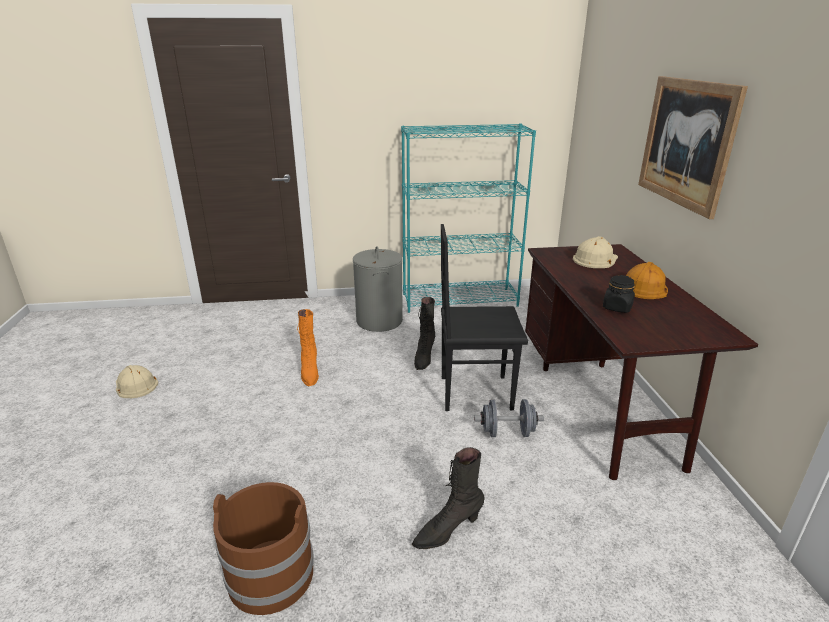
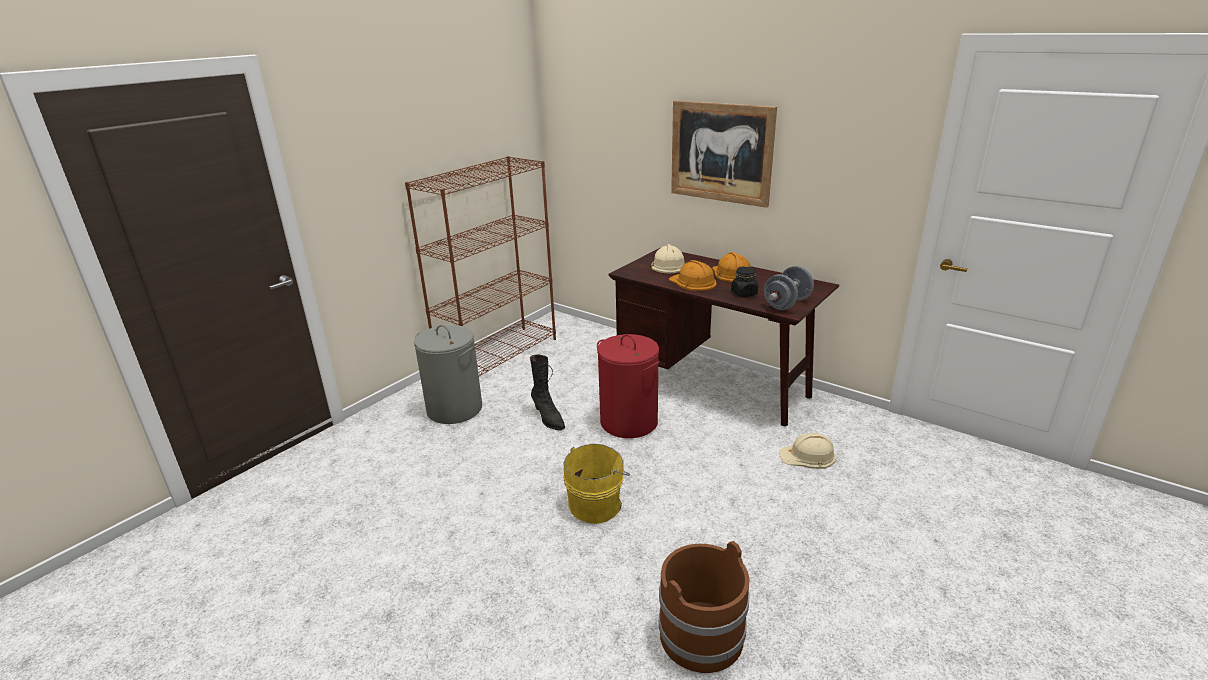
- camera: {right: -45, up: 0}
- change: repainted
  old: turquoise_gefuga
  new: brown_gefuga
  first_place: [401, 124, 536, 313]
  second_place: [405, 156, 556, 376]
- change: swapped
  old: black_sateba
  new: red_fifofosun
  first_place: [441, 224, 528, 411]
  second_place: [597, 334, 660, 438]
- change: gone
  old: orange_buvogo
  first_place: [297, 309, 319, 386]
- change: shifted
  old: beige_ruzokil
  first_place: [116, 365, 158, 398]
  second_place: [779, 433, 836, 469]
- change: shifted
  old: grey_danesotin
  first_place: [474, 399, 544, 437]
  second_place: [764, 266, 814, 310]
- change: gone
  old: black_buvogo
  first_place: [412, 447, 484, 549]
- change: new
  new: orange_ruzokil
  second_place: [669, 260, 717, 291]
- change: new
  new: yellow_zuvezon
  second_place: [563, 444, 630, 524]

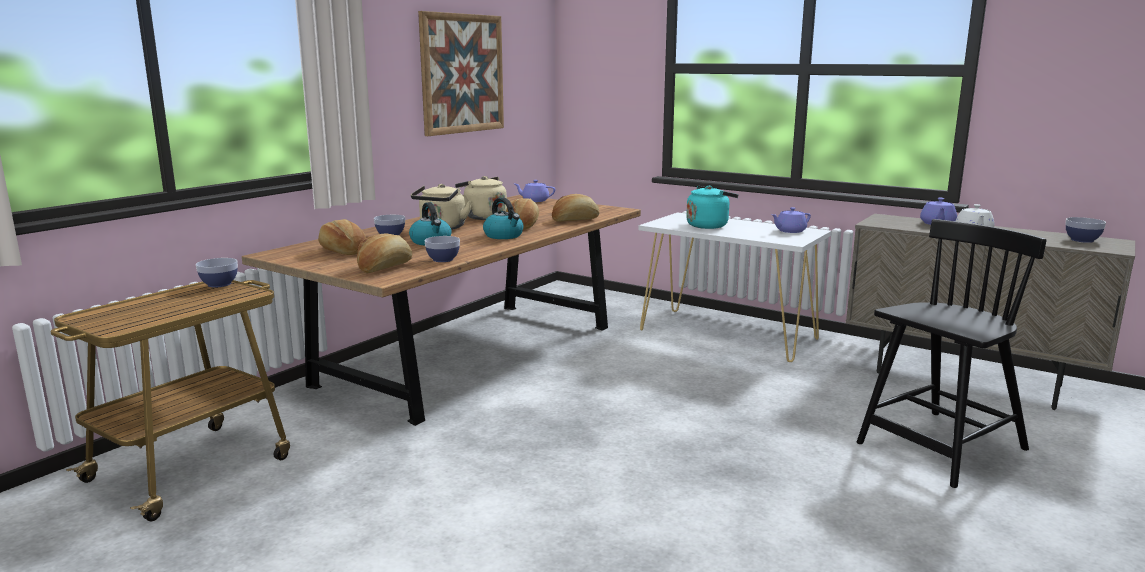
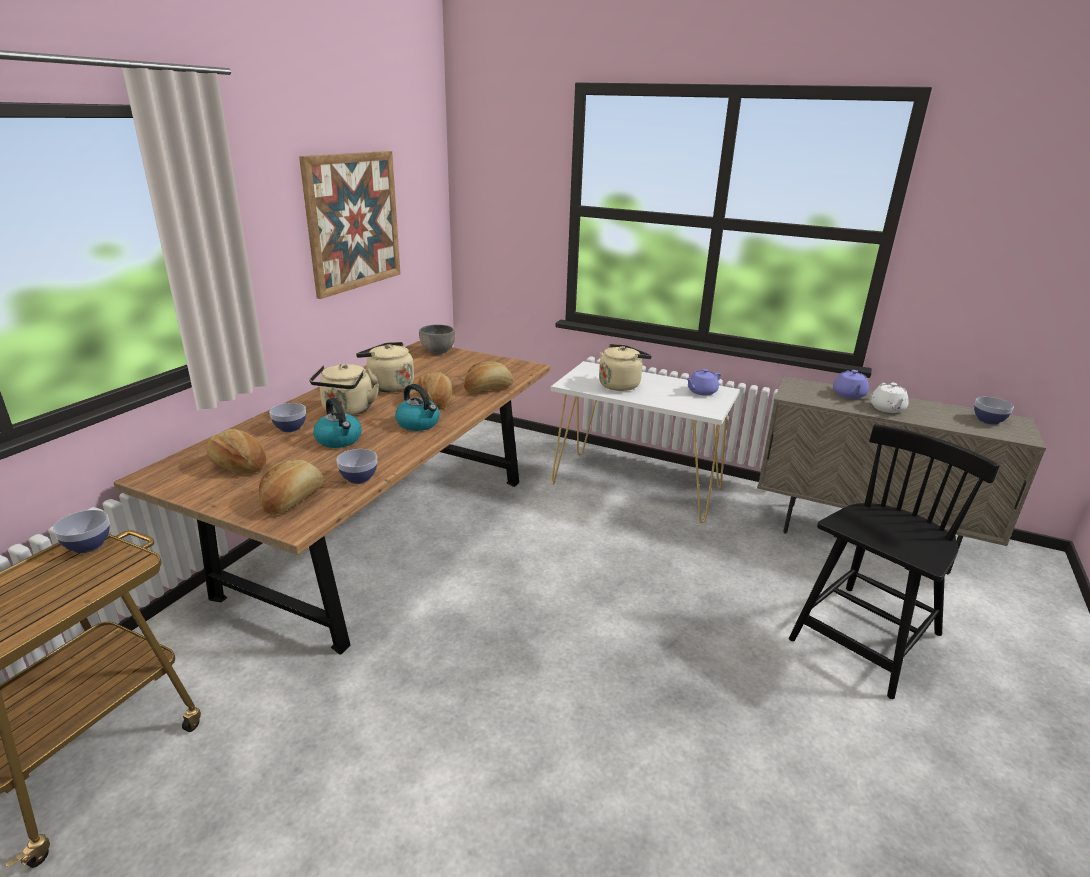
- camera: {right: -10, up: 10}
- change: swapped
  old: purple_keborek
  new: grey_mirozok
  first_place: [515, 180, 555, 202]
  second_place: [419, 325, 455, 355]
- change: repainted
  old: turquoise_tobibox
  new: beige_tobibox
  first_place: [686, 186, 738, 229]
  second_place: [599, 344, 652, 391]

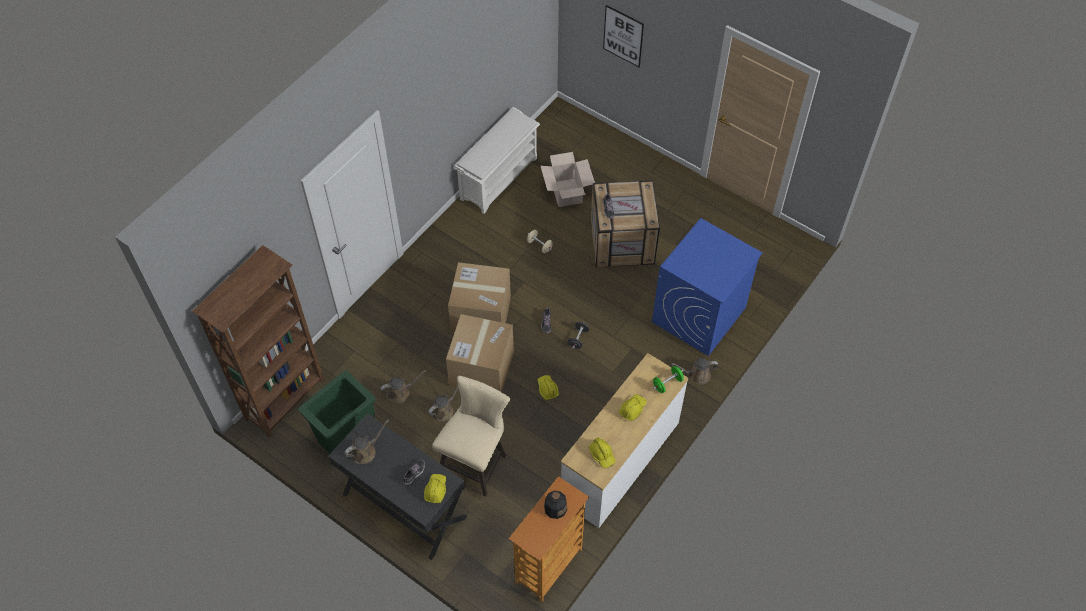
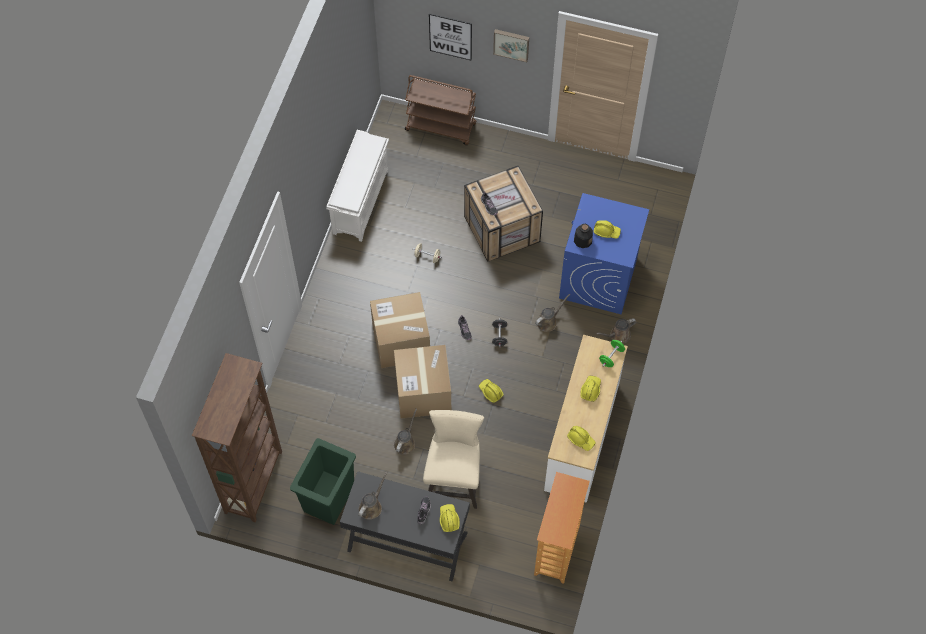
- camera: {right: -20, up: 5}
- change: gone
  old: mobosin
  first_place: [541, 152, 595, 207]
- change: shifted
  old: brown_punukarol
  first_place: [380, 370, 426, 403]
  second_place: [535, 294, 570, 332]
- change: shifted
  old: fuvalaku
  first_place: [544, 491, 567, 519]
  second_place: [574, 224, 593, 248]
- change: new
  new: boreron
  second_place: [493, 29, 529, 62]
- change: new
  new: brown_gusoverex
  second_place: [405, 75, 477, 145]
- change: new
  new: yellow_ruzokil
  second_place: [594, 220, 621, 239]

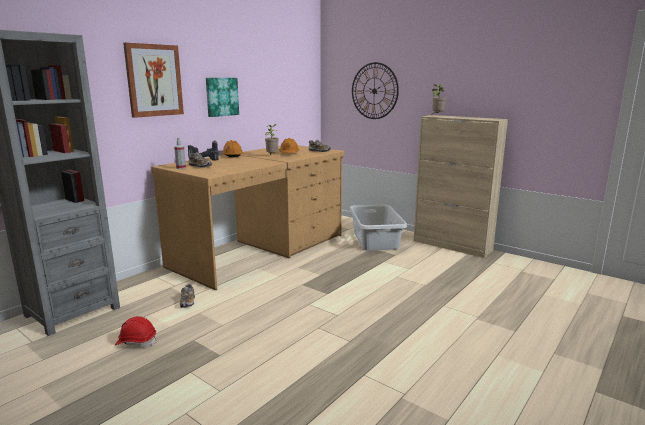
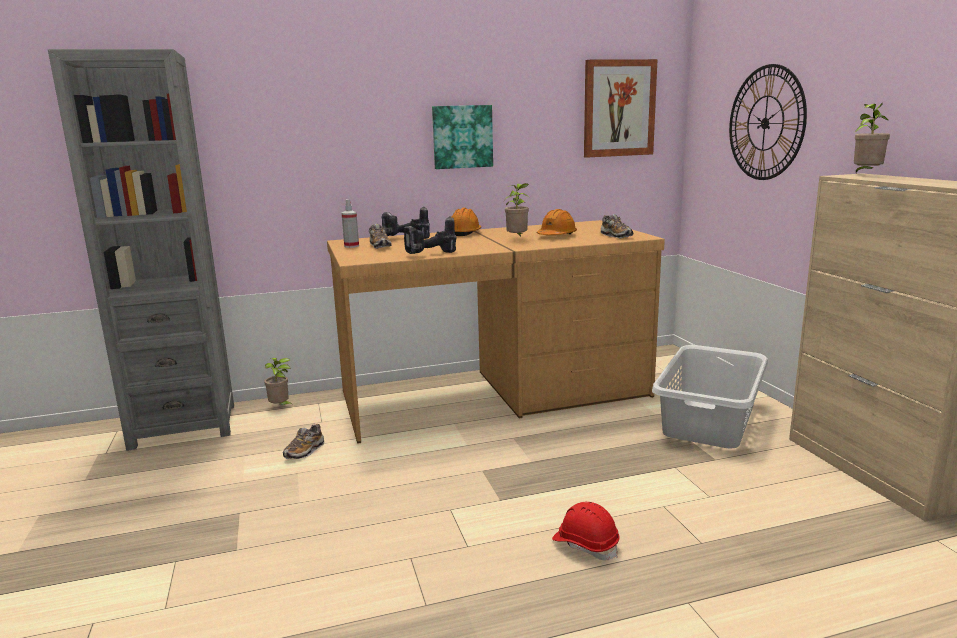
- camera: {right: 35, up: 0}
- change: shifted
  old: boreron
  first_place: [123, 43, 184, 118]
  second_place: [584, 59, 658, 158]
- change: shifted
  old: red_ruzokil
  first_place: [115, 316, 157, 347]
  second_place: [552, 502, 620, 561]
- change: new
  new: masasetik
  second_place: [404, 216, 456, 254]
- change: new
  new: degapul
  second_place: [264, 358, 294, 406]

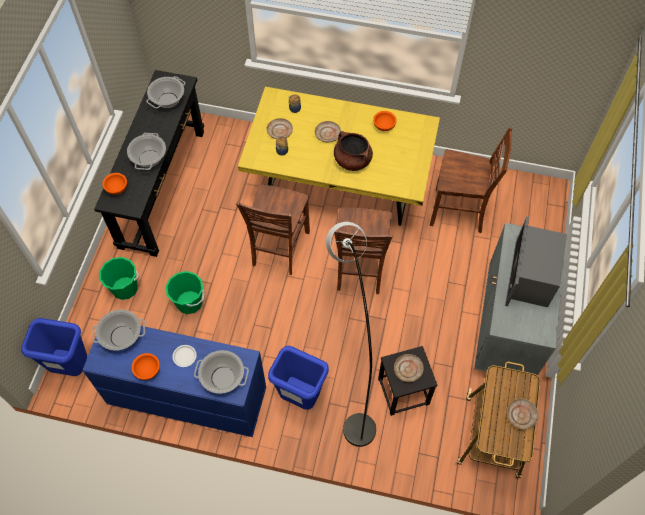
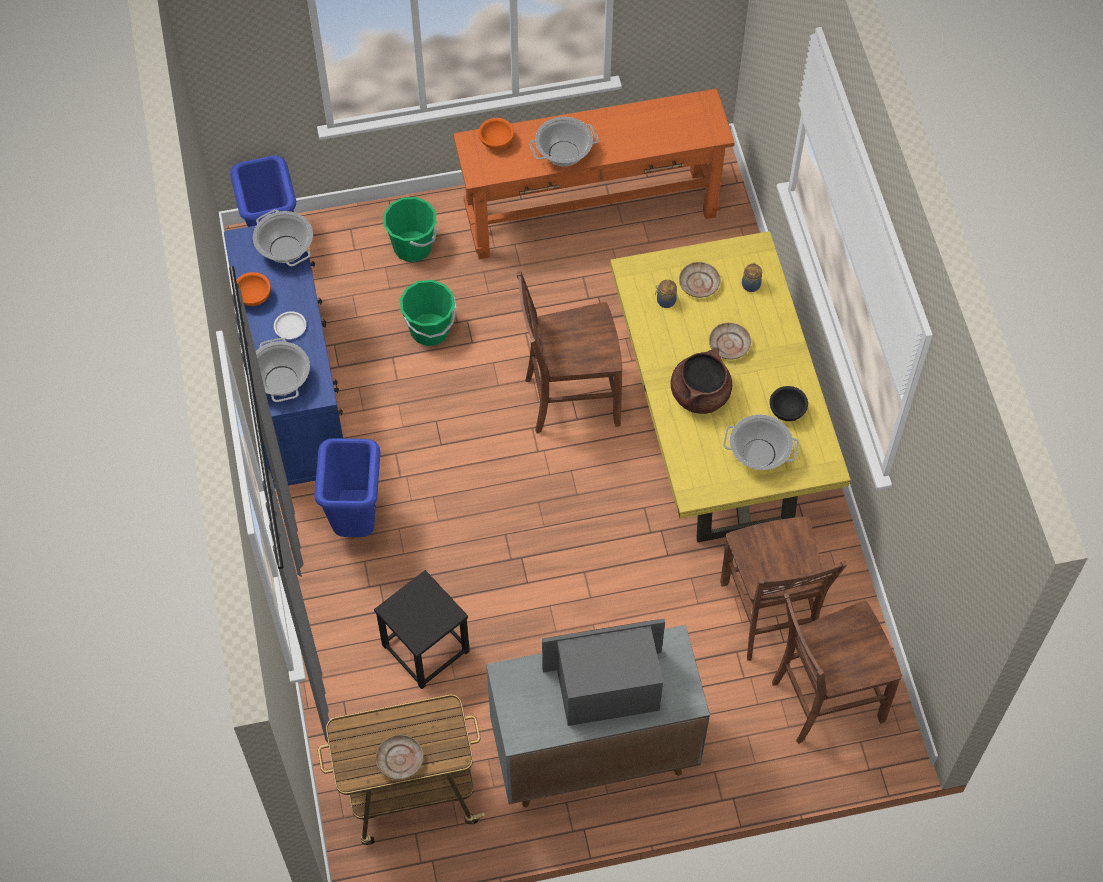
- camera: {right: 65, up: 0}
- change: repainted
  old: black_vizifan
  new: orange_vizifan
  first_place: [94, 70, 204, 257]
  second_place: [453, 88, 735, 259]
- change: shifted
  old: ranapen
  first_place: [146, 76, 185, 109]
  second_place: [723, 414, 799, 470]
- change: repainted
  old: orange_mirozok
  new: black_mirozok
  first_place: [373, 111, 397, 131]
  second_place: [770, 386, 808, 421]
- change: shifted
  old: brown_sateba
  first_place: [334, 207, 393, 294]
  second_place: [772, 593, 901, 744]
- change: gone
  old: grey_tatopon
  first_place: [326, 222, 376, 447]
- change: gone
  old: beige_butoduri
  first_place: [394, 354, 424, 382]

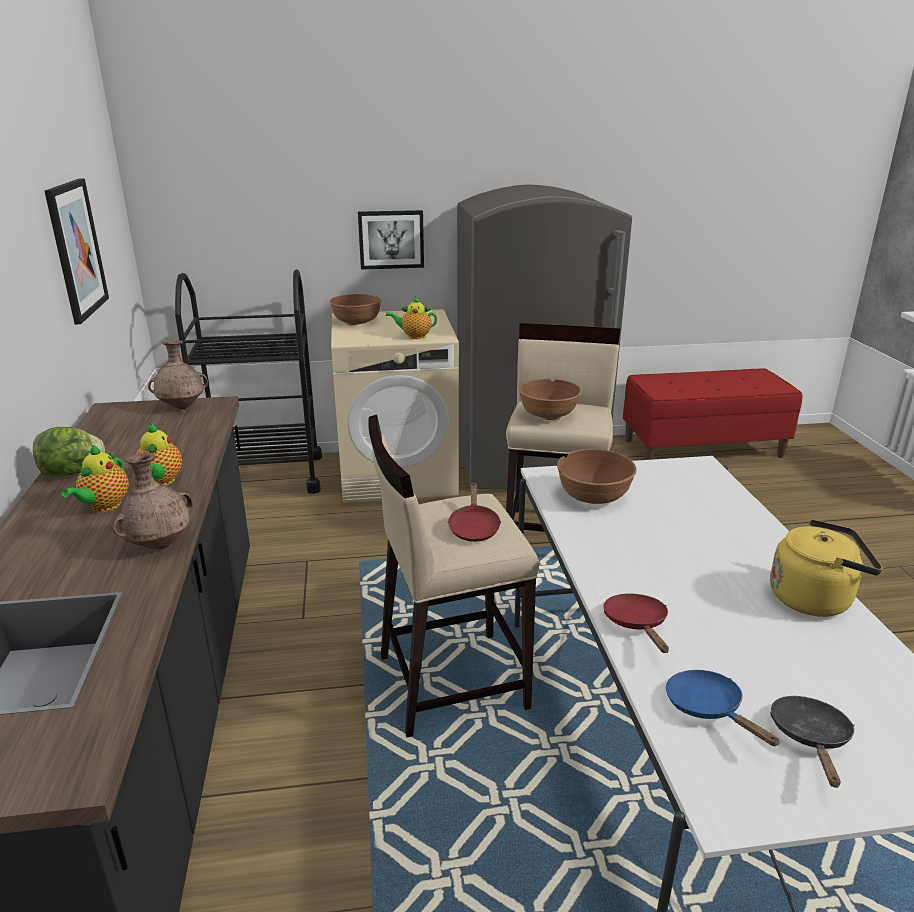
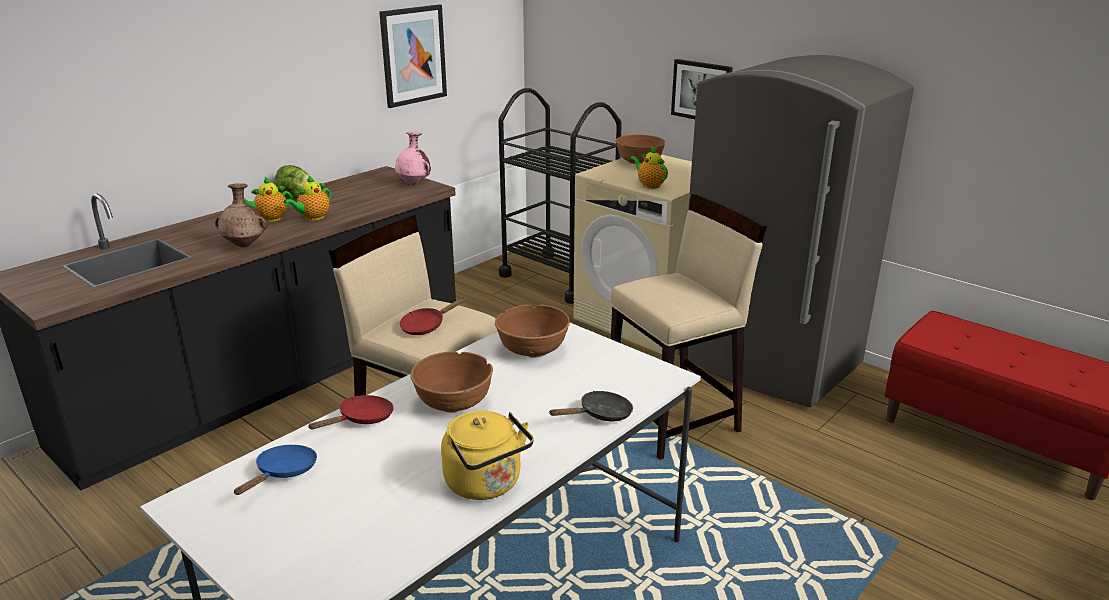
- camera: {right: 50, up: 0}
- change: repainted
  old: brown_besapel
  new: pink_besapel
  first_place: [148, 340, 208, 409]
  second_place: [395, 131, 431, 185]
- change: shifted
  old: brown_mirozok
  first_place: [519, 379, 581, 420]
  second_place: [410, 351, 493, 413]
- change: shifted
  old: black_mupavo
  first_place: [770, 696, 855, 788]
  second_place: [549, 391, 633, 421]

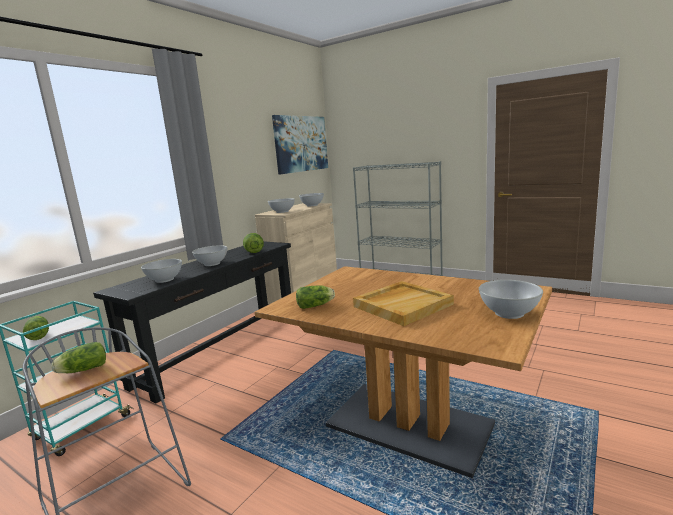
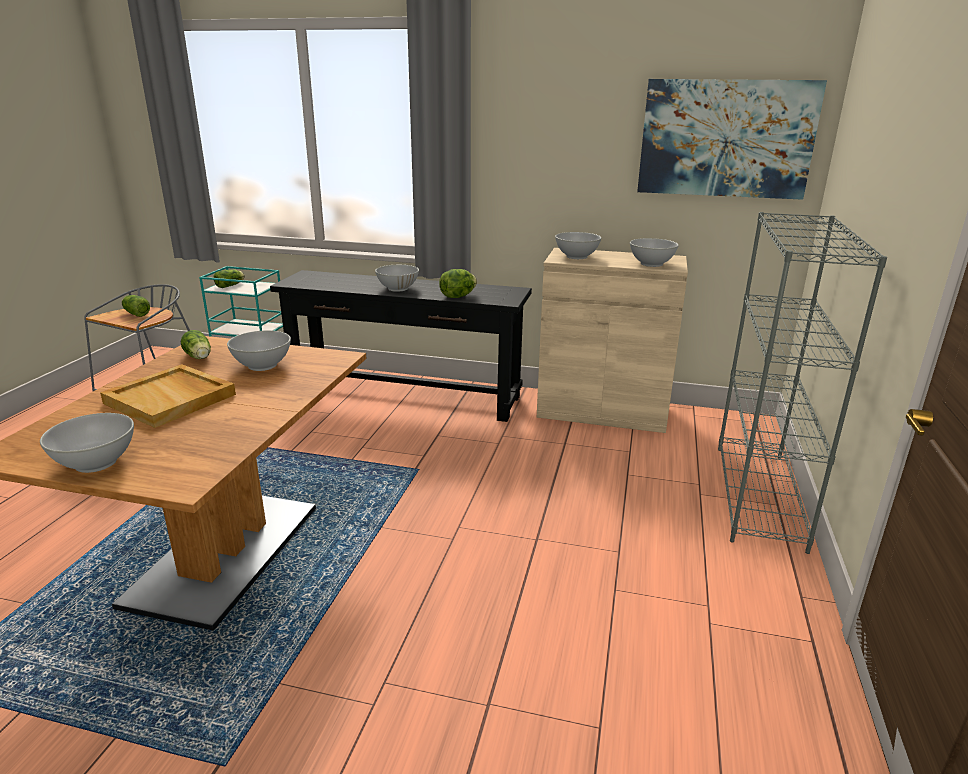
- camera: {right: 70, up: 10}
- change: shifted
  old: white_mirozok
  first_place: [141, 259, 182, 283]
  second_place: [227, 330, 291, 371]

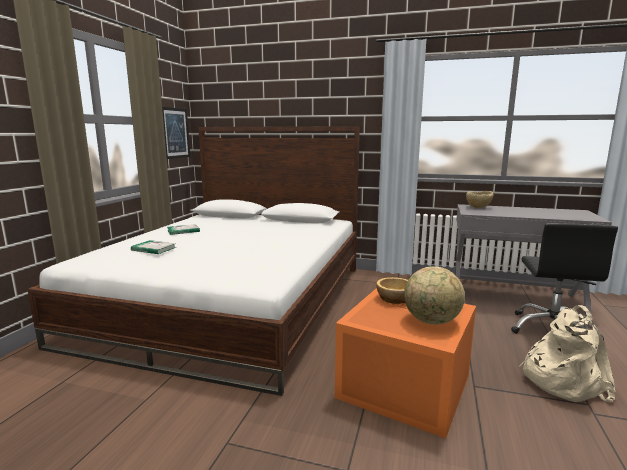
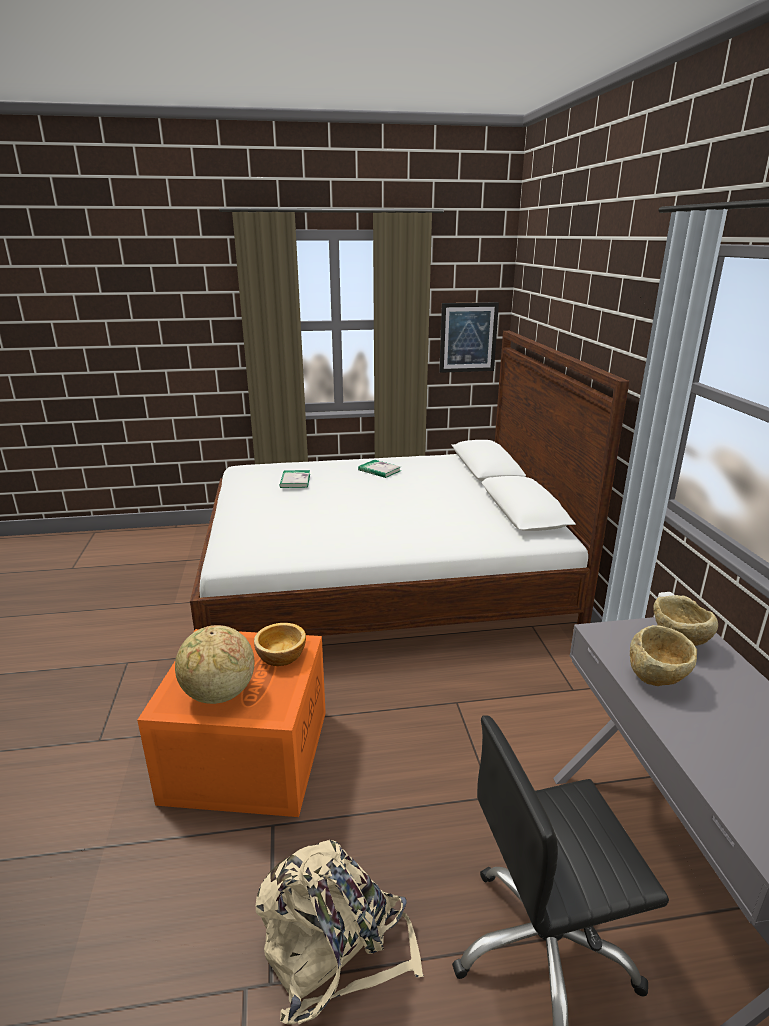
- camera: {right: 65, up: 10}
- change: new
  new: beige_mirozok
  second_place: [630, 625, 697, 686]

